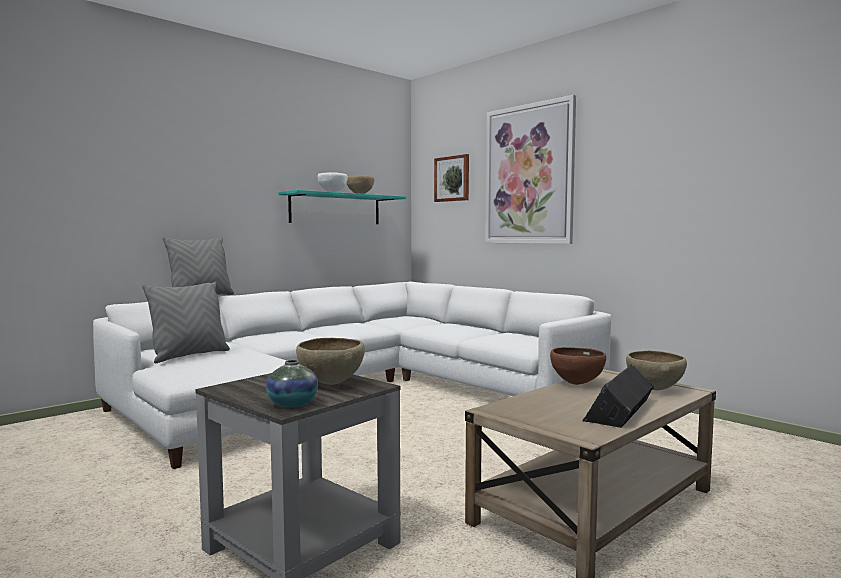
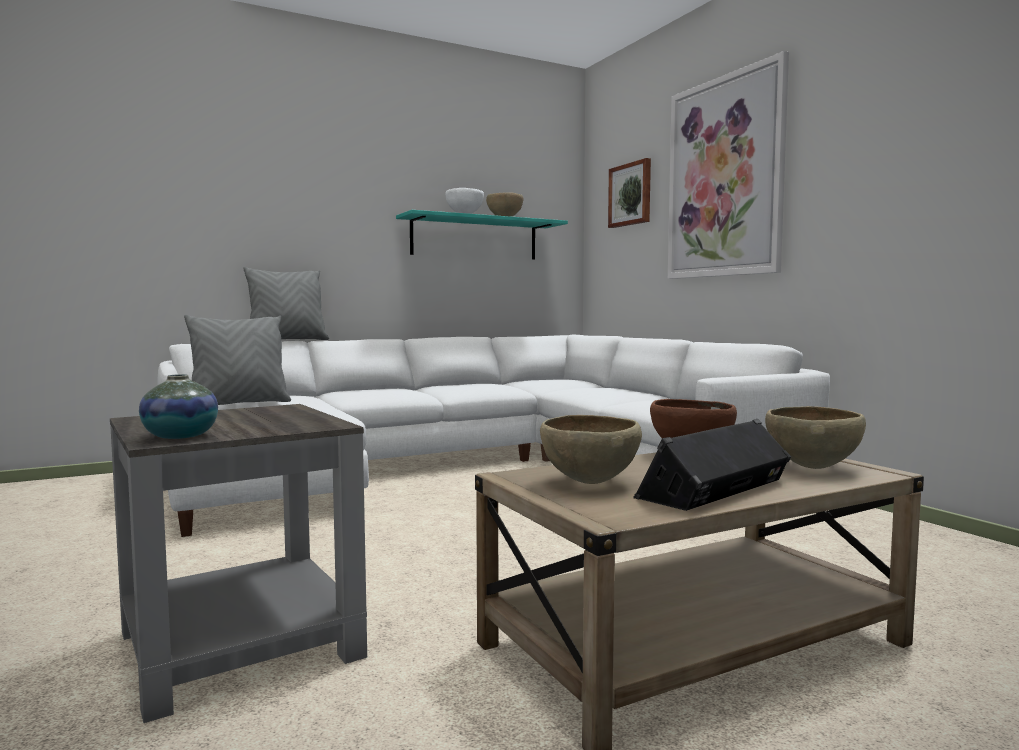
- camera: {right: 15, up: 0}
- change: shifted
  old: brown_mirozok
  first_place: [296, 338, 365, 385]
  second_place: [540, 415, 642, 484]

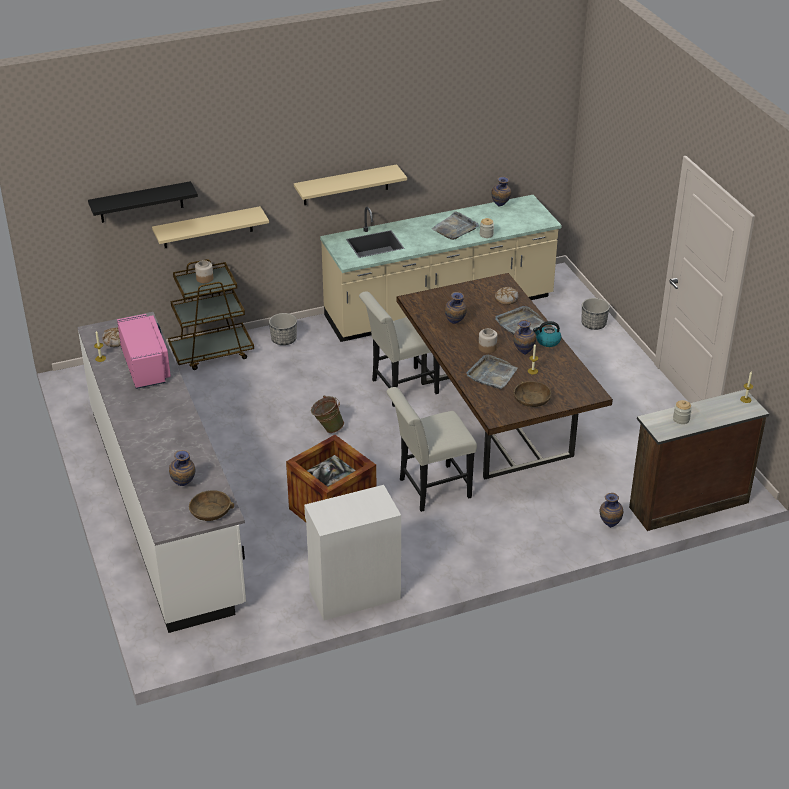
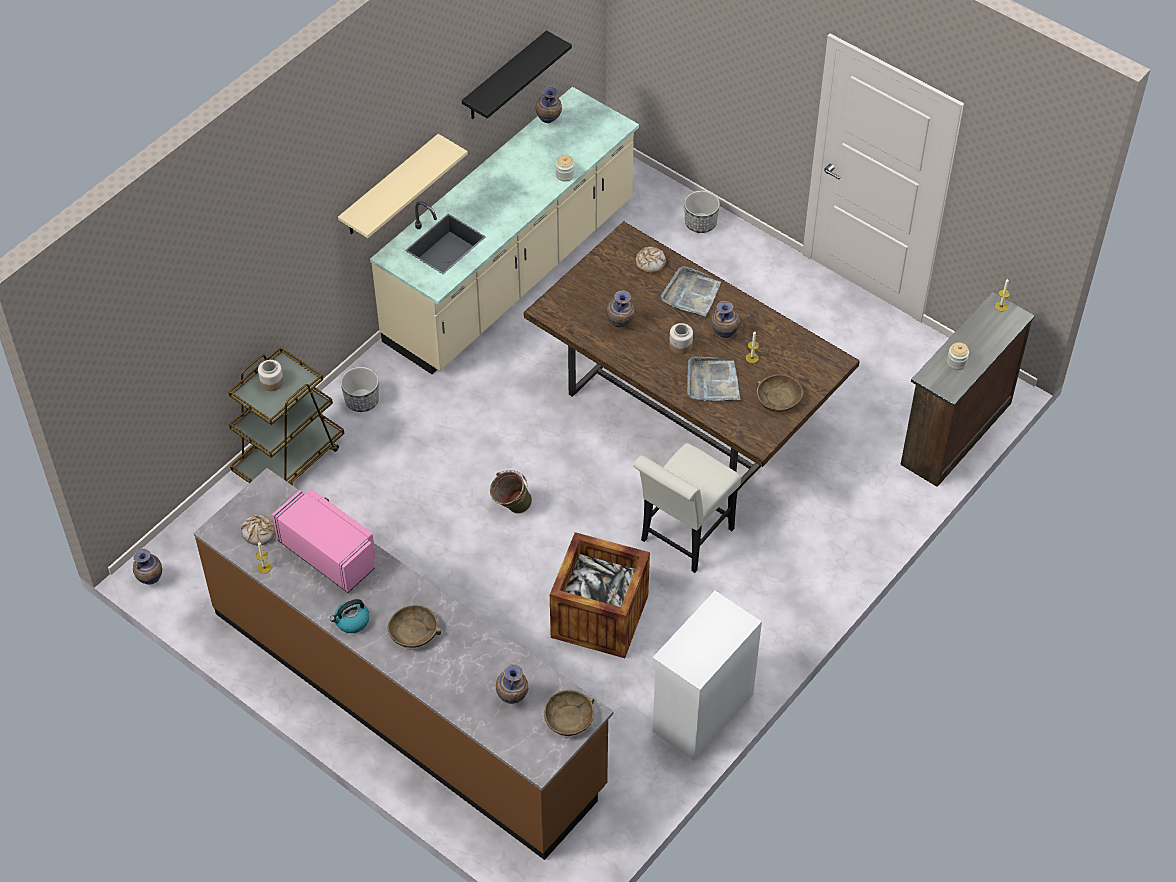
- camera: {right: -30, up: 15}
- change: shifted
  old: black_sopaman
  first_place: [88, 181, 198, 223]
  second_place: [462, 30, 572, 119]
- change: gone
  old: beige_sopaman
  first_place: [152, 206, 269, 248]
- change: gone
  old: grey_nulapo
  first_place: [431, 211, 479, 240]
- change: gone
  old: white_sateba
  first_place: [359, 291, 440, 407]
- change: repainted
  old: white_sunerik
  new: brown_sunerik
  first_place: [78, 312, 246, 633]
  second_place: [193, 468, 614, 860]
- change: shifted
  old: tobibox
  first_place: [533, 321, 561, 347]
  second_place: [330, 599, 370, 633]
- change: shifted
  old: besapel
  first_place: [600, 493, 624, 528]
  second_place: [133, 548, 162, 584]
- change: new
  new: brown_mirozok
  second_place: [387, 605, 441, 648]

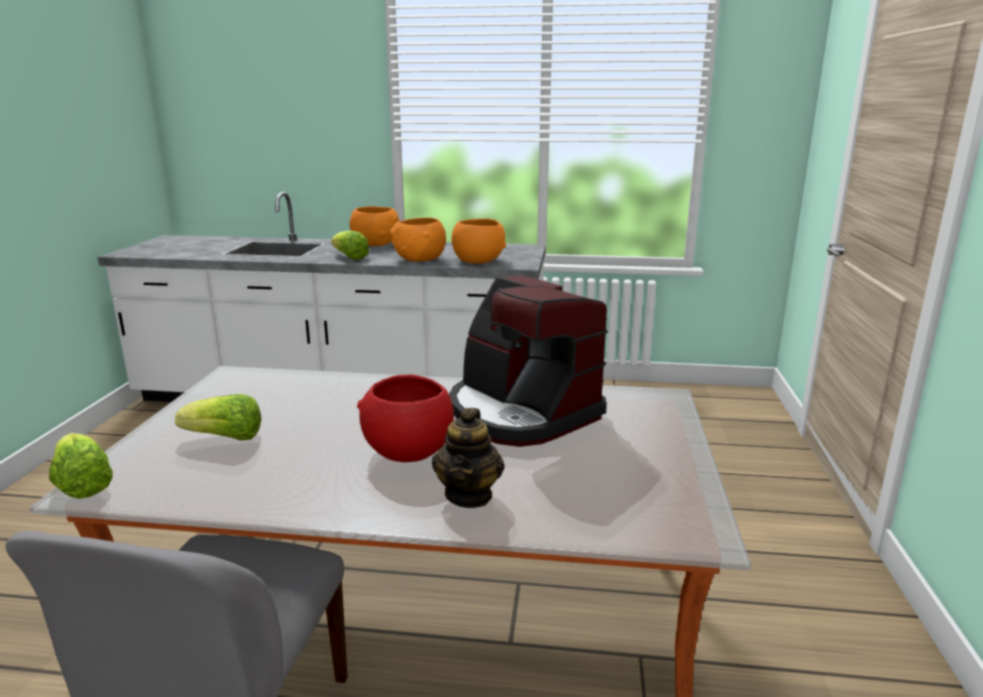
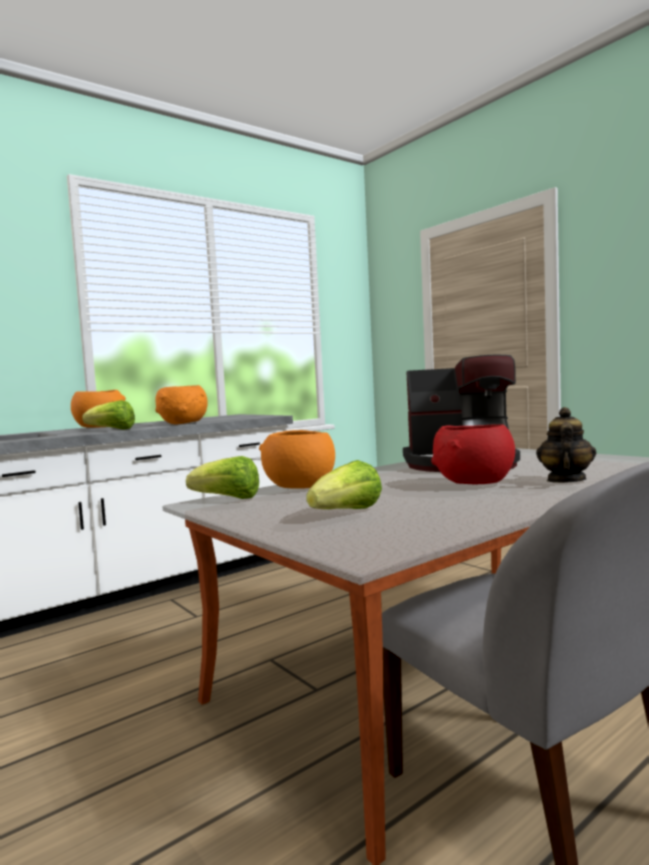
- camera: {right: -45, up: -15}
- change: shifted
  old: orange_mirozok
  first_place: [452, 219, 506, 264]
  second_place: [259, 430, 335, 489]
- change: rotated
  old: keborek
  first_place: [432, 408, 505, 508]
  second_place: [536, 407, 596, 483]
  degrees: -120
- change: shifted
  old: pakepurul
  first_place: [49, 433, 113, 499]
  second_place: [186, 456, 259, 499]

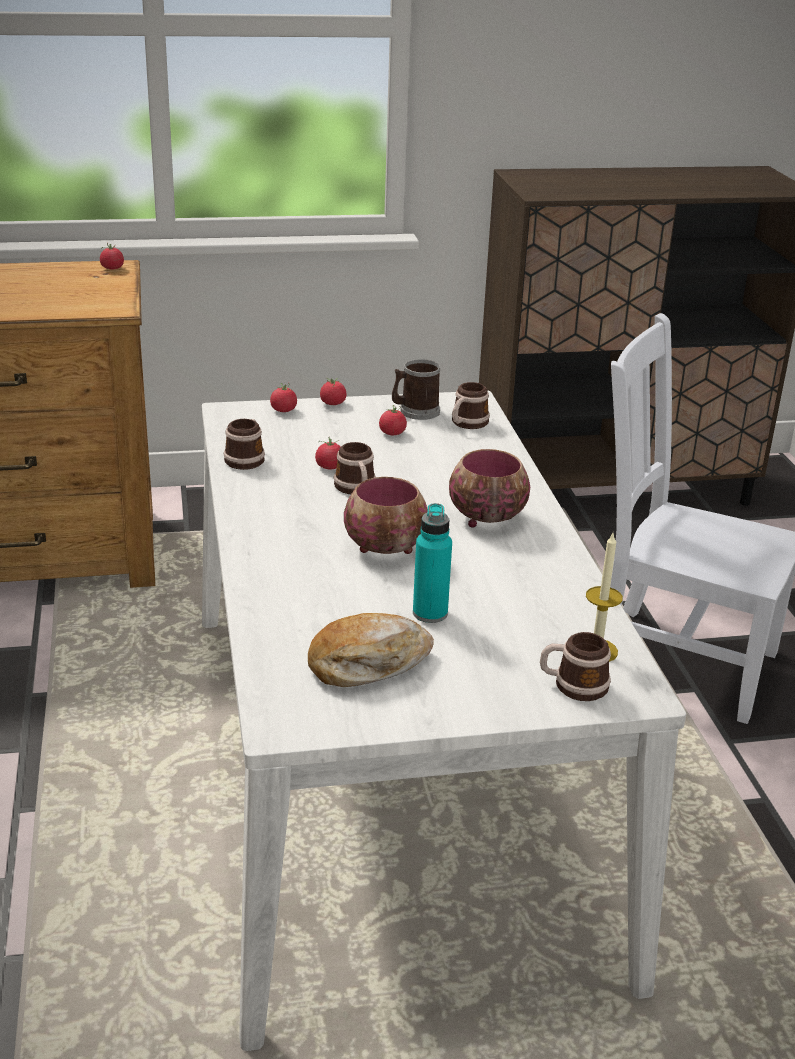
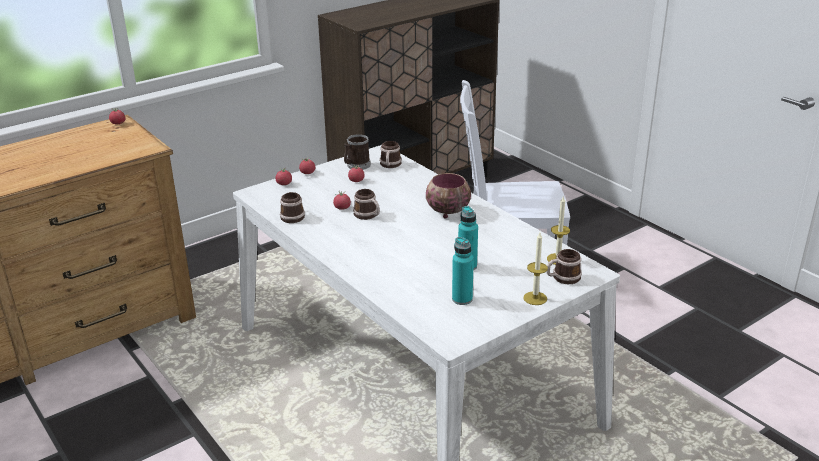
- camera: {right: -25, up: 0}
- change: gone
  old: mirozok
  first_place: [344, 477, 428, 554]
- change: swapped
  old: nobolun
  new: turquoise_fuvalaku
  first_place: [308, 613, 434, 687]
  second_place: [452, 237, 474, 305]
- change: new
  new: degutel
  second_place: [523, 233, 548, 305]

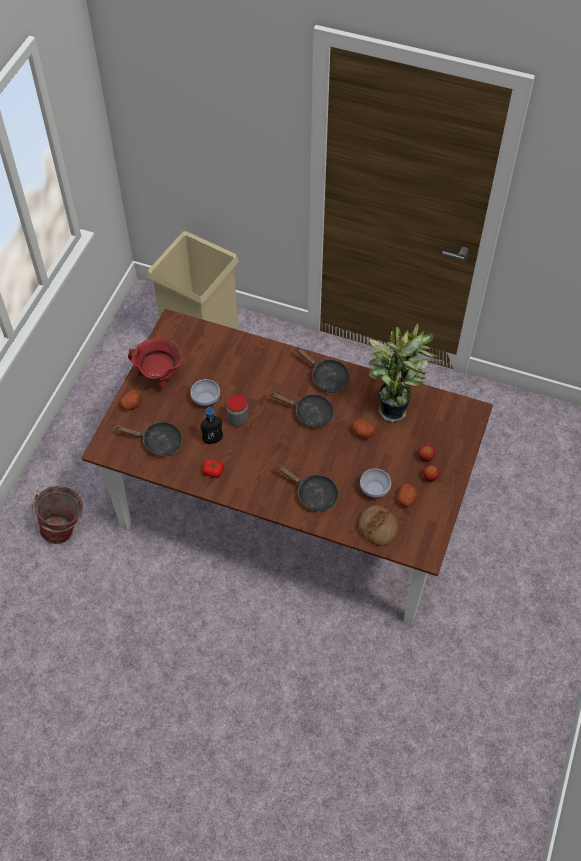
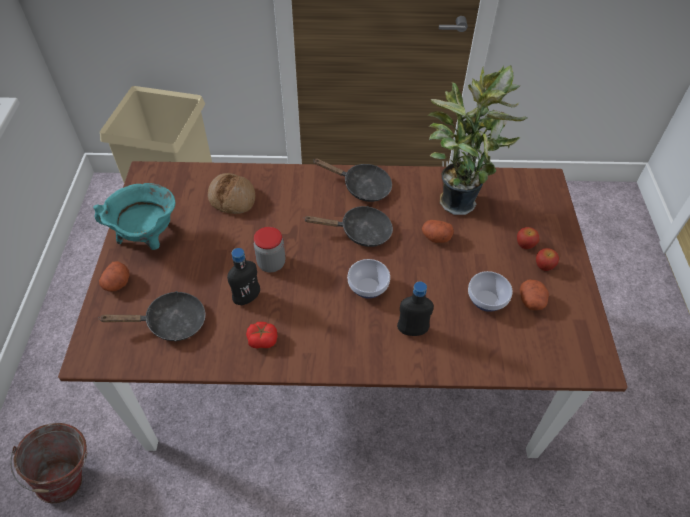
- camera: {right: -20, up: -5}
- change: repainted
  old: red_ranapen
  new: turquoise_ranapen
  first_place: [128, 338, 184, 388]
  second_place: [93, 183, 175, 250]
- change: shifted
  old: mirozok
  first_place: [190, 379, 220, 407]
  second_place: [347, 259, 390, 299]
- change: swapped
  old: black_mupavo
  new: black_fuvalaku
  first_place: [276, 464, 338, 512]
  second_place: [397, 281, 434, 336]
- change: shifted
  old: nobolun
  first_place: [359, 505, 398, 546]
  second_place: [208, 173, 255, 214]

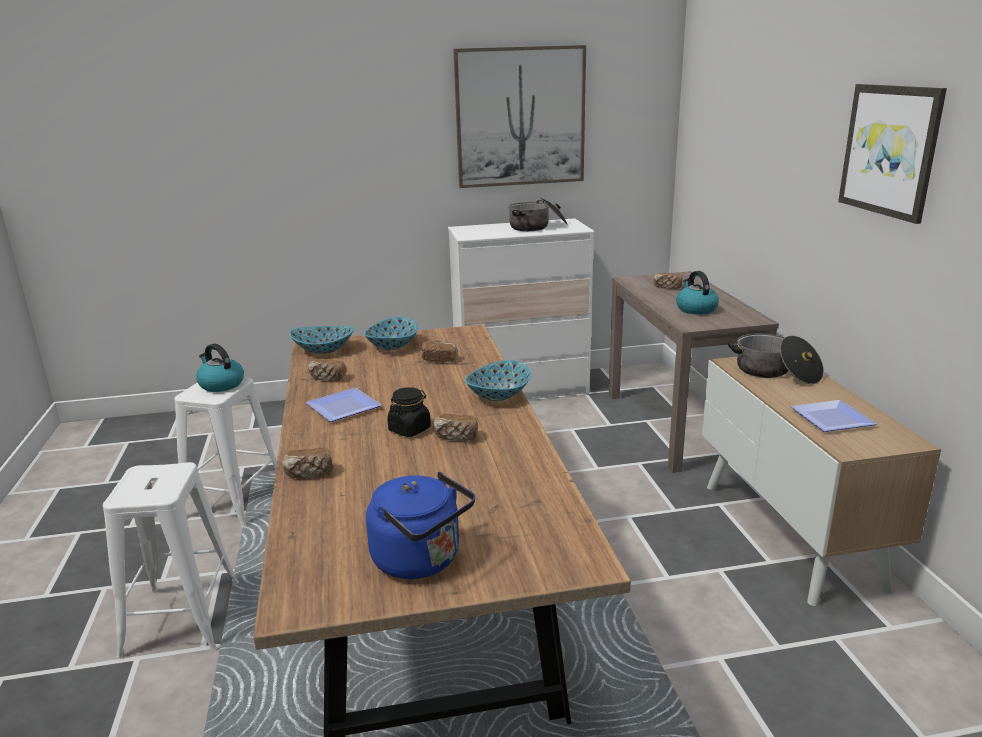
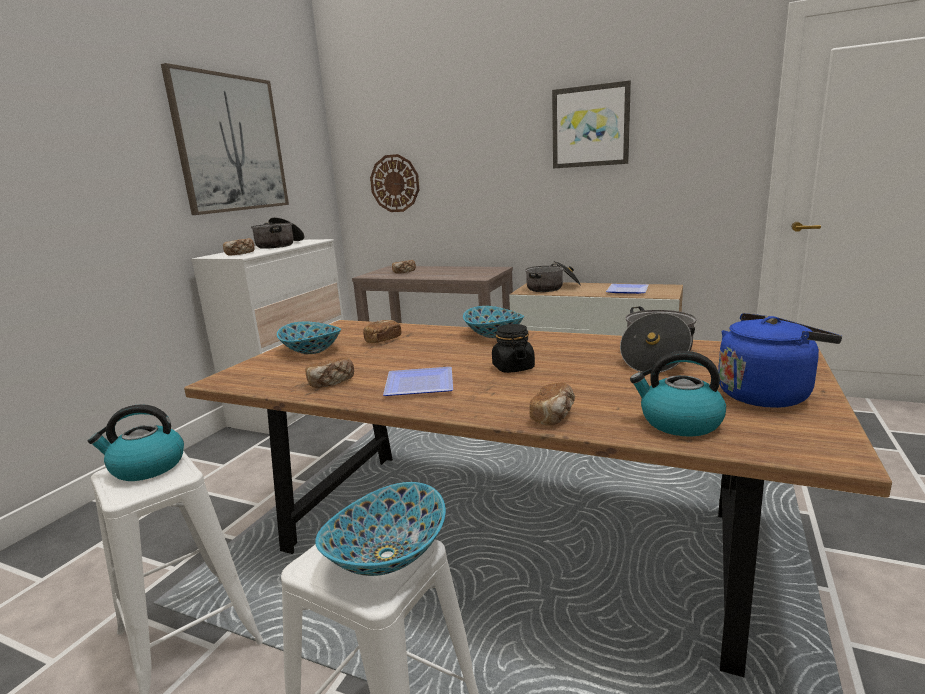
- camera: {right: -55, up: -5}
- change: shifted
  old: tobibox
  first_place: [676, 271, 719, 315]
  second_place: [630, 351, 726, 437]
- change: shifted
  old: mirozok
  first_place: [289, 326, 354, 354]
  second_place: [315, 482, 446, 576]
- change: shifted
  old: nobolun
  first_place: [433, 413, 478, 441]
  second_place: [223, 238, 255, 255]
- change: new
  new: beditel
  second_place: [370, 154, 419, 212]
- change: new
  new: ranapen
  second_place: [620, 306, 697, 374]

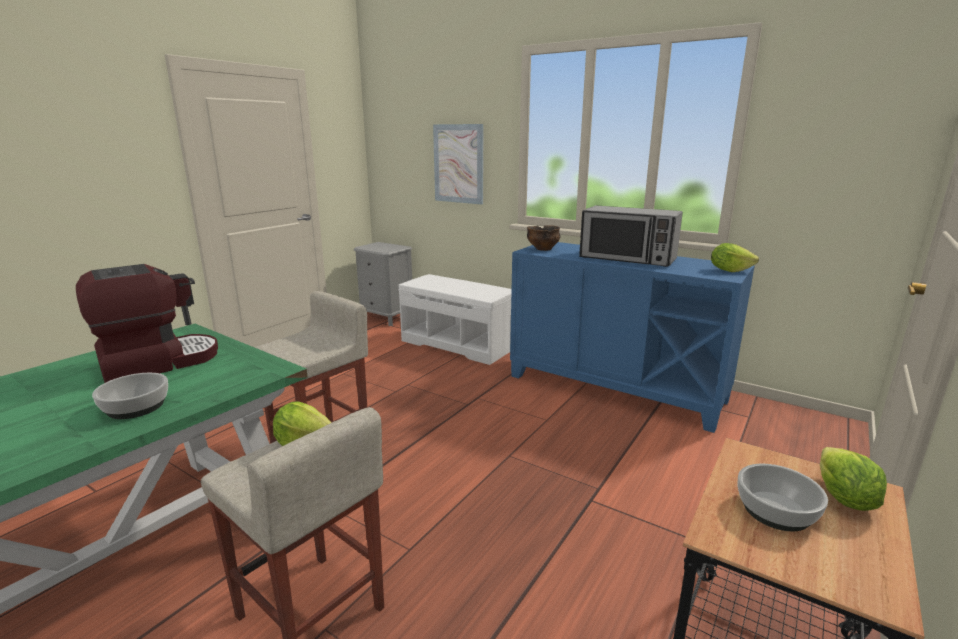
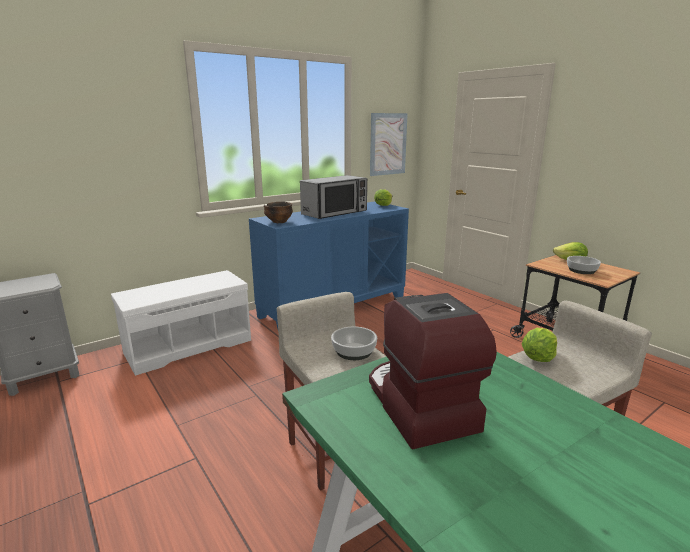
- camera: {right: -70, up: 0}
- change: shifted
  old: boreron
  first_place: [433, 124, 484, 204]
  second_place: [370, 113, 408, 176]
- change: shifted
  old: mirozok
  first_place: [92, 373, 168, 419]
  second_place: [331, 327, 377, 360]

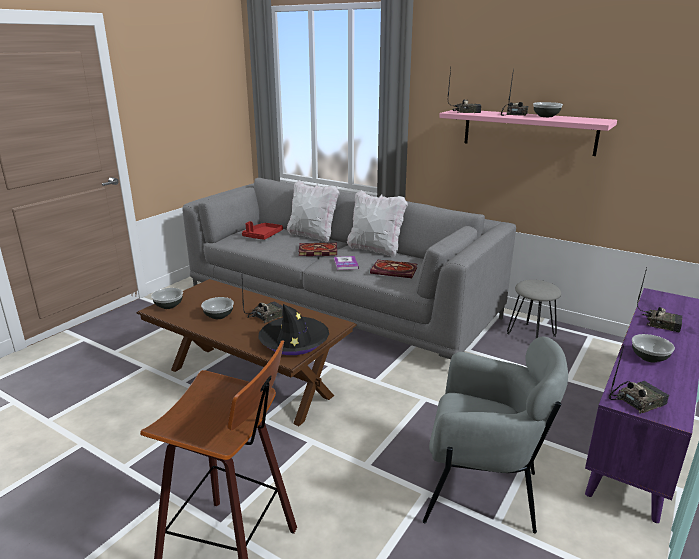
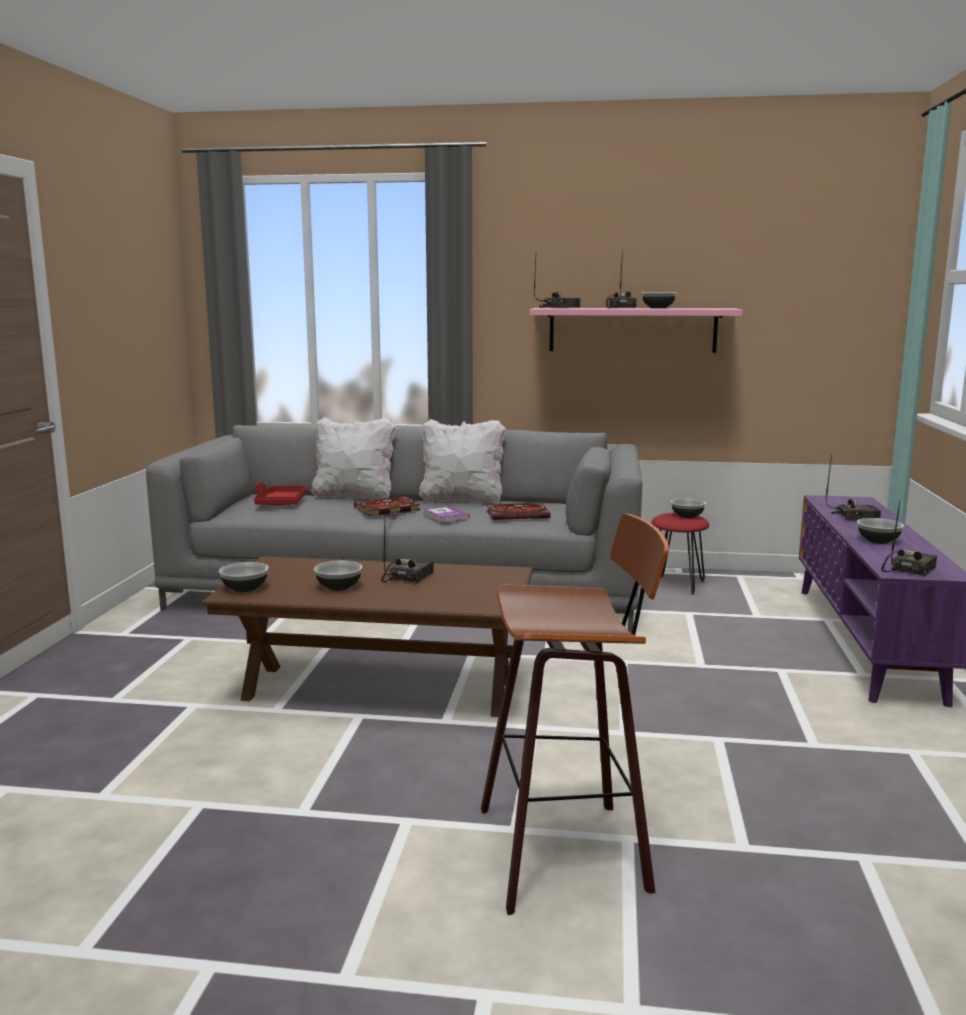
- camera: {right: -25, up: -10}
- change: repainted
  old: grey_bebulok
  new: red_bebulok
  first_place: [507, 280, 561, 338]
  second_place: [652, 513, 709, 594]
- change: gone
  old: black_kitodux
  first_place: [259, 304, 329, 355]
- change: gone
  old: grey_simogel
  first_place: [422, 337, 568, 533]
- change: new
  new: mirozok
  second_place: [671, 498, 706, 518]

